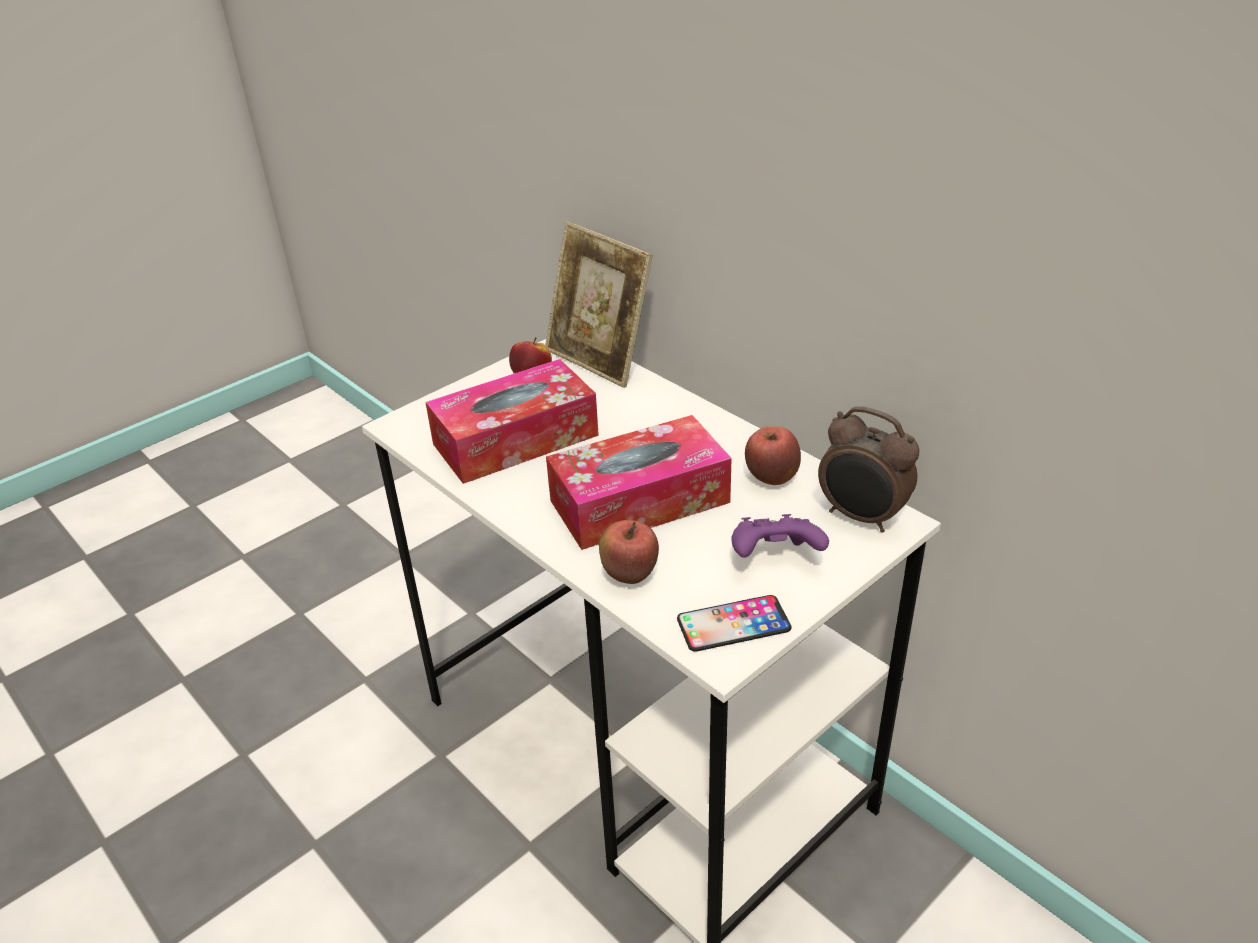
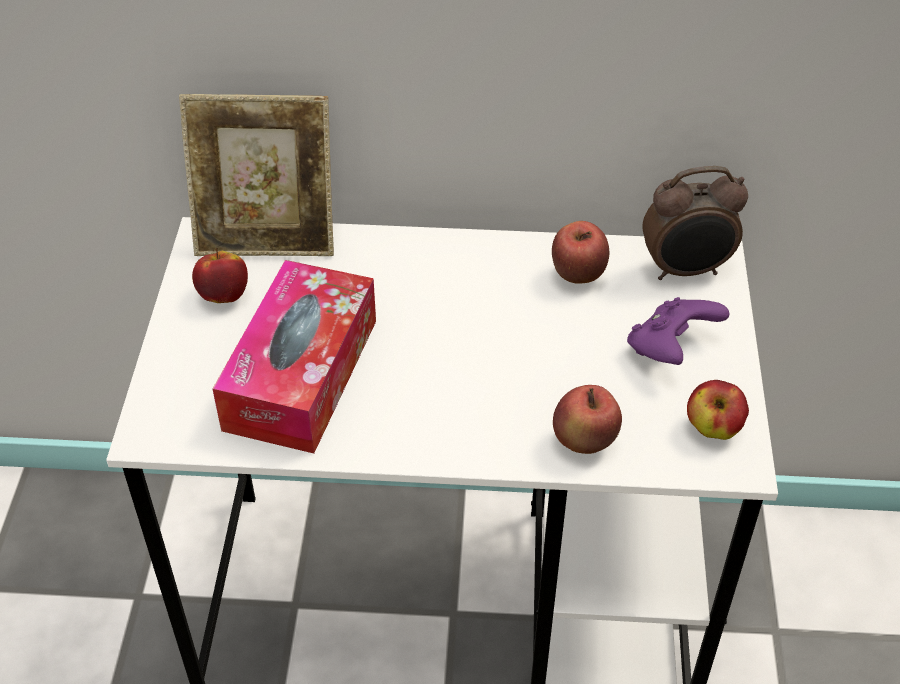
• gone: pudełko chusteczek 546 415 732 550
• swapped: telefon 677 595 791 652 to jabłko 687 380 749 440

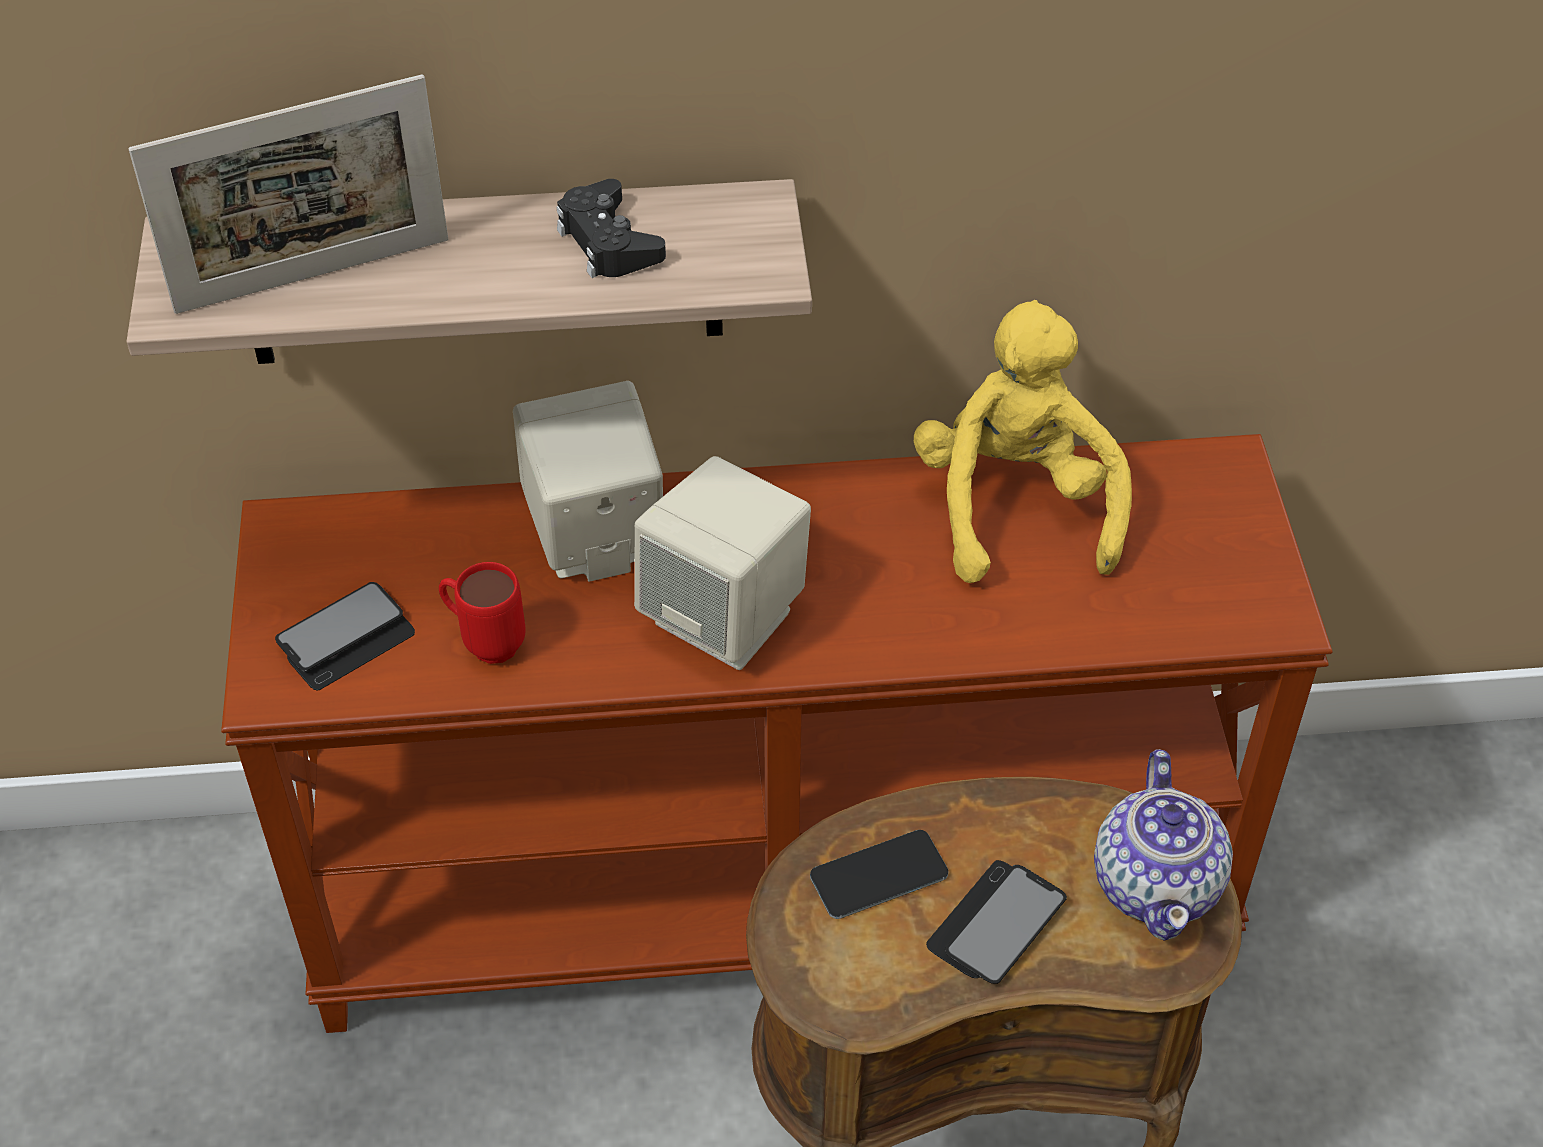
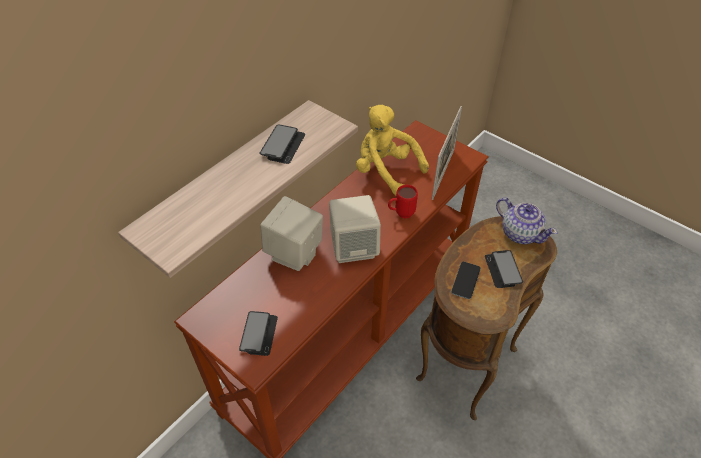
• shifted: ramka na zdjęcie 128 74 448 314 to 432 106 462 200
• swapped: pad do gier (czarny) 557 179 666 278 to telefon 259 125 305 164
• shifted: kubek (czerwony) 439 562 526 664 to 388 185 418 218

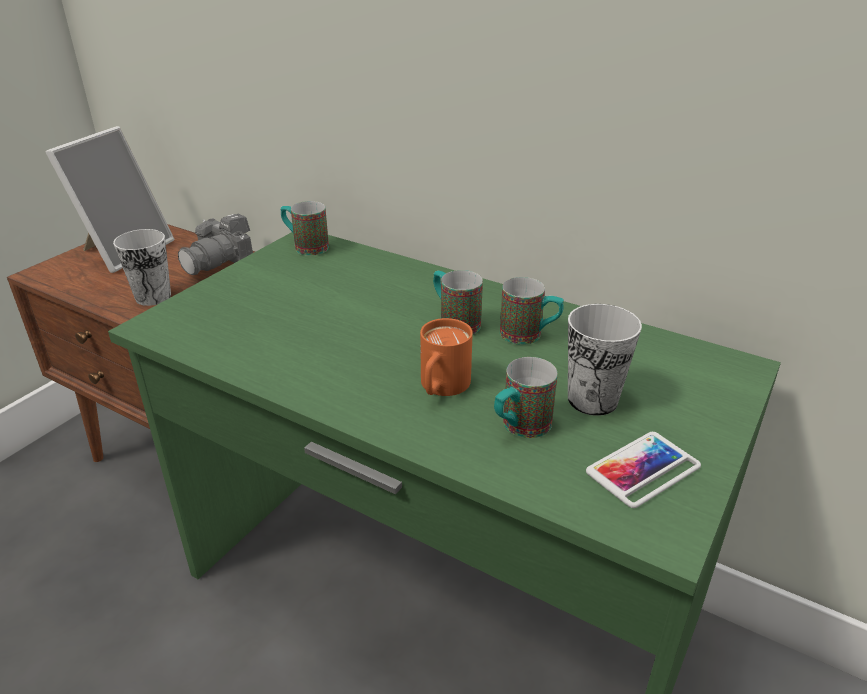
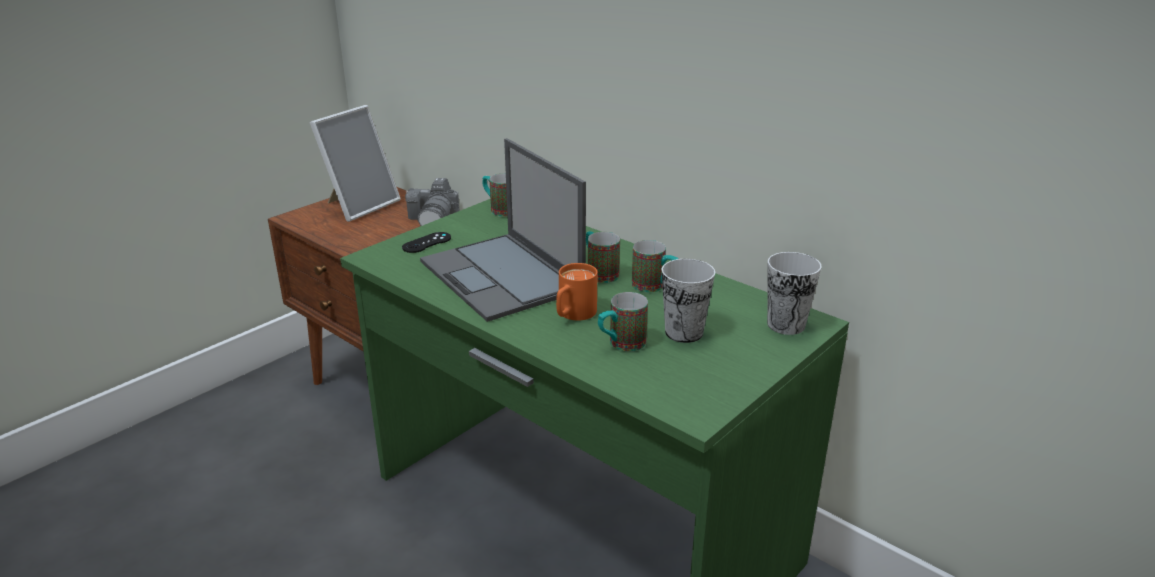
• rotated: aparat fotograficzny 178 214 253 275 = 405 178 460 226 45 degrees counterclockwise
• shifted: filiżanka 113 229 171 306 to 767 252 821 335
• gone: telefon 586 432 701 508
• new: laptop 420 138 586 322
• new: pad do gier (czarny) 402 232 451 253

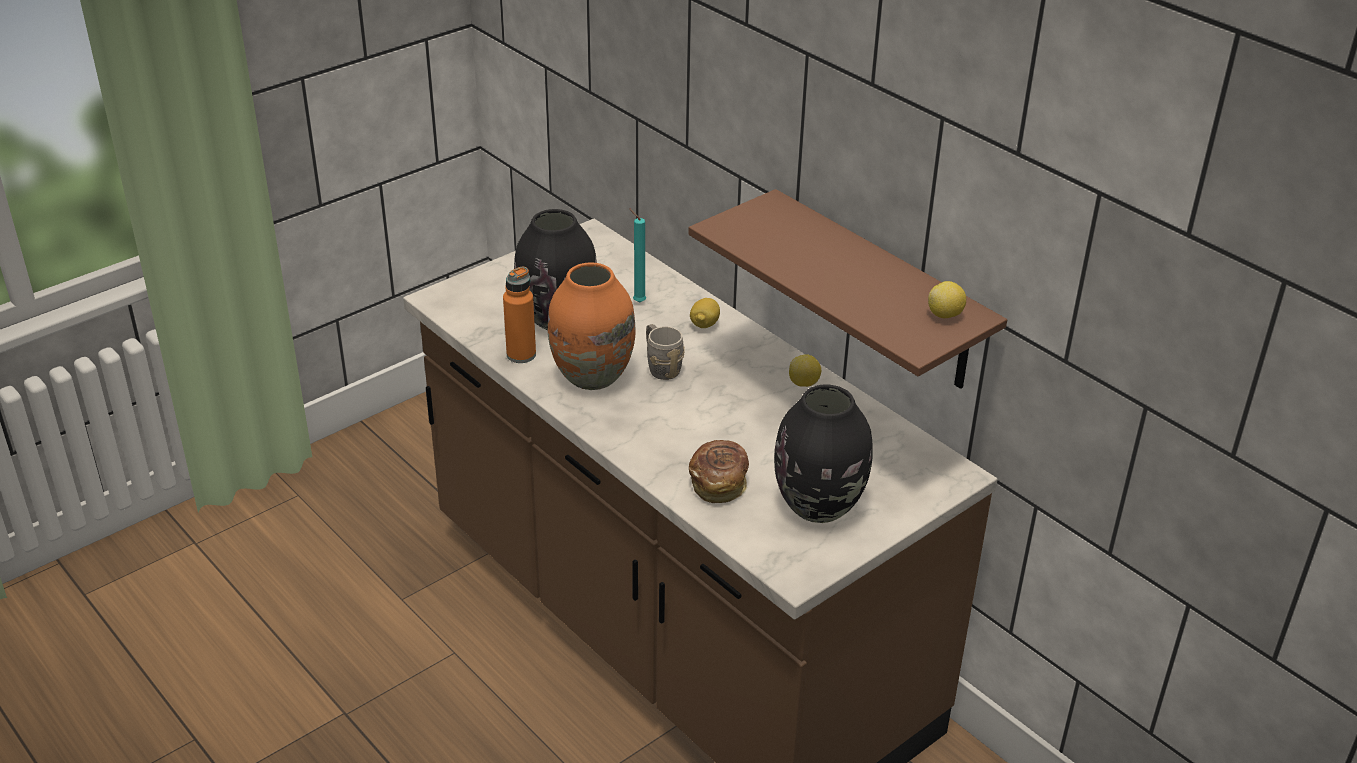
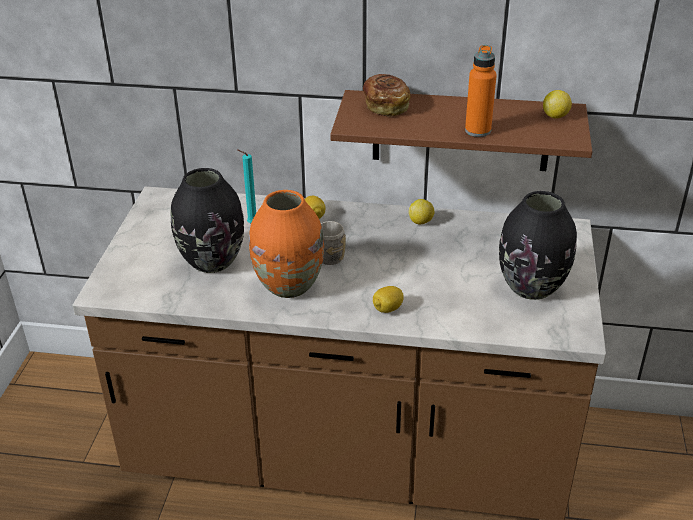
• shifted: butelka (pomarańczowy) 503 267 536 363 to 465 45 497 137
• shifted: chleb 689 440 749 503 to 363 74 411 116
• new: cytryna 373 286 404 313

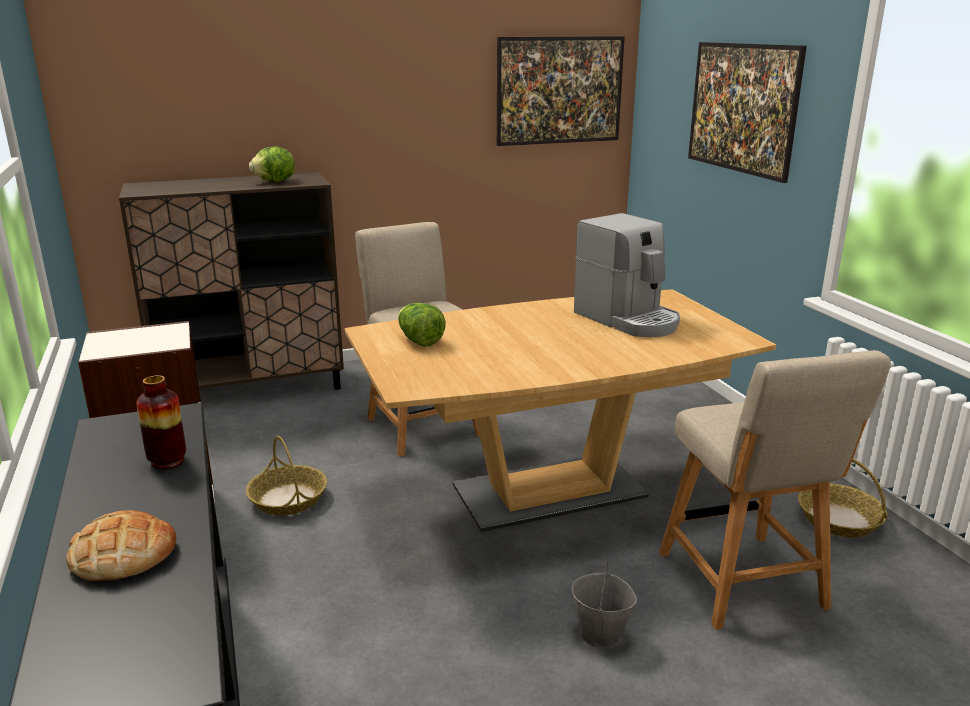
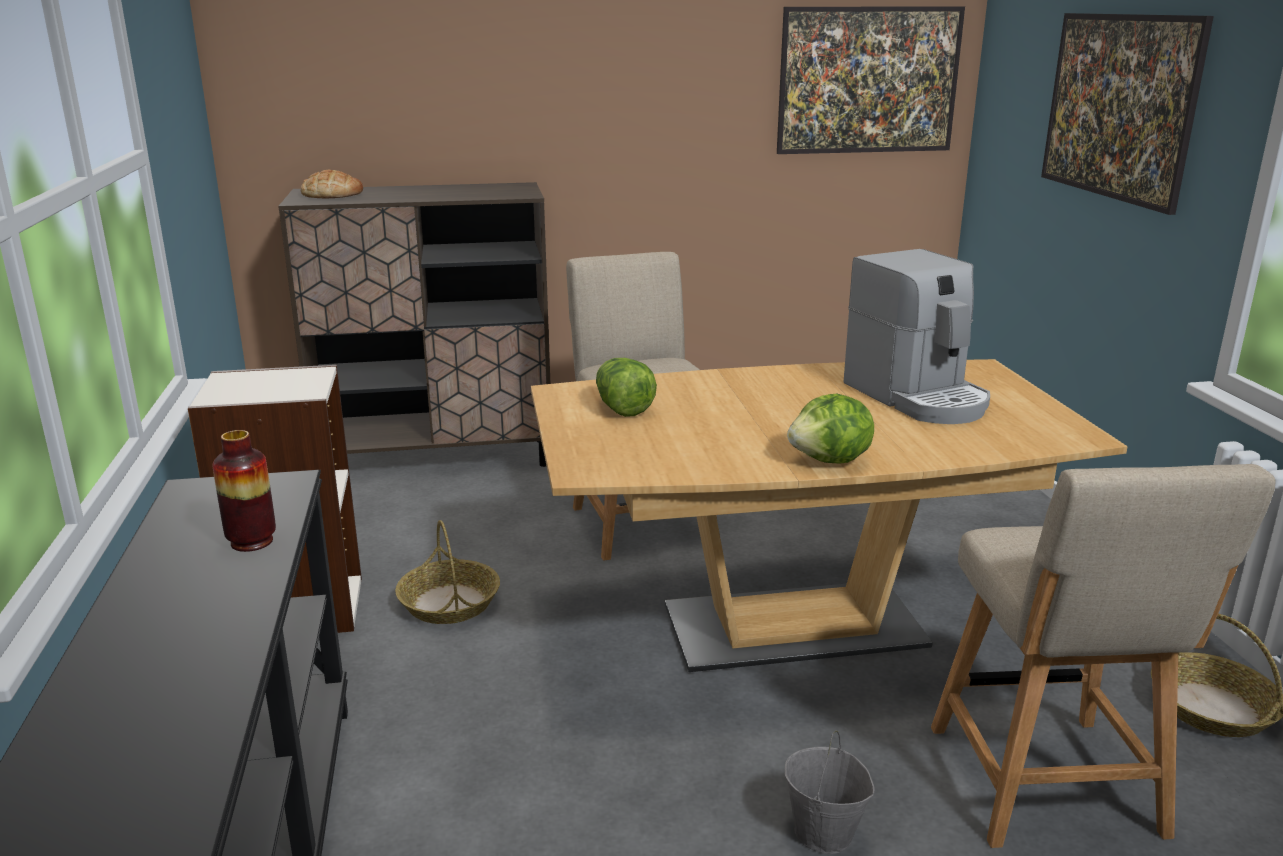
• shifted: sałata 249 147 295 182 to 787 394 874 464
• shifted: chleb 66 510 176 581 to 301 170 363 199

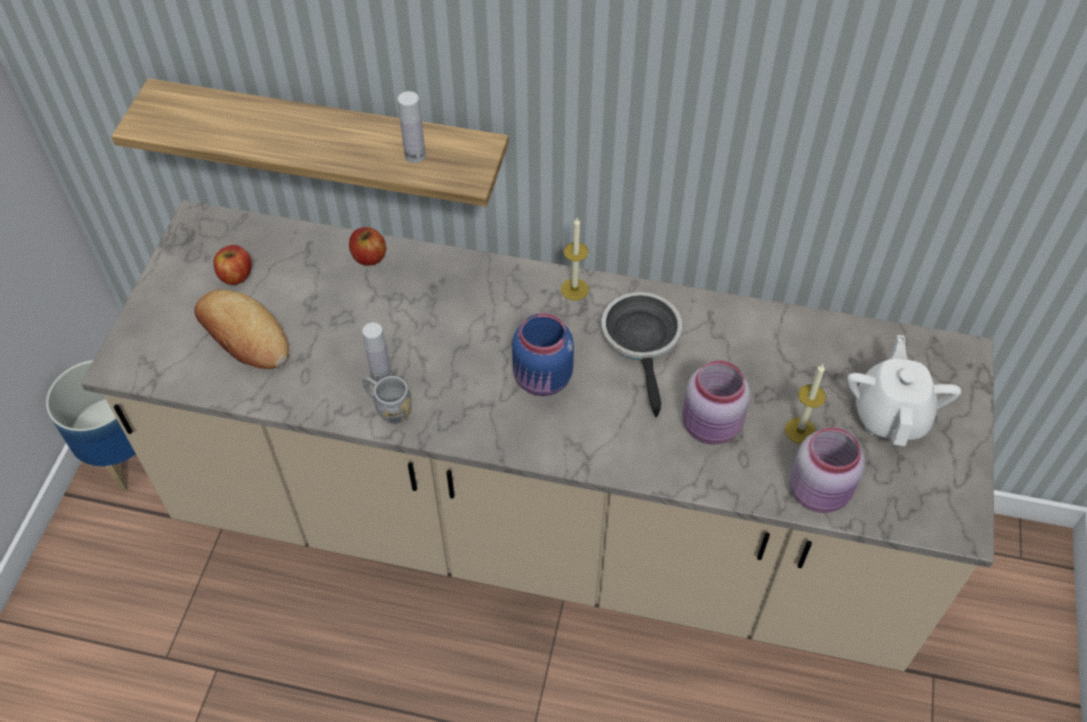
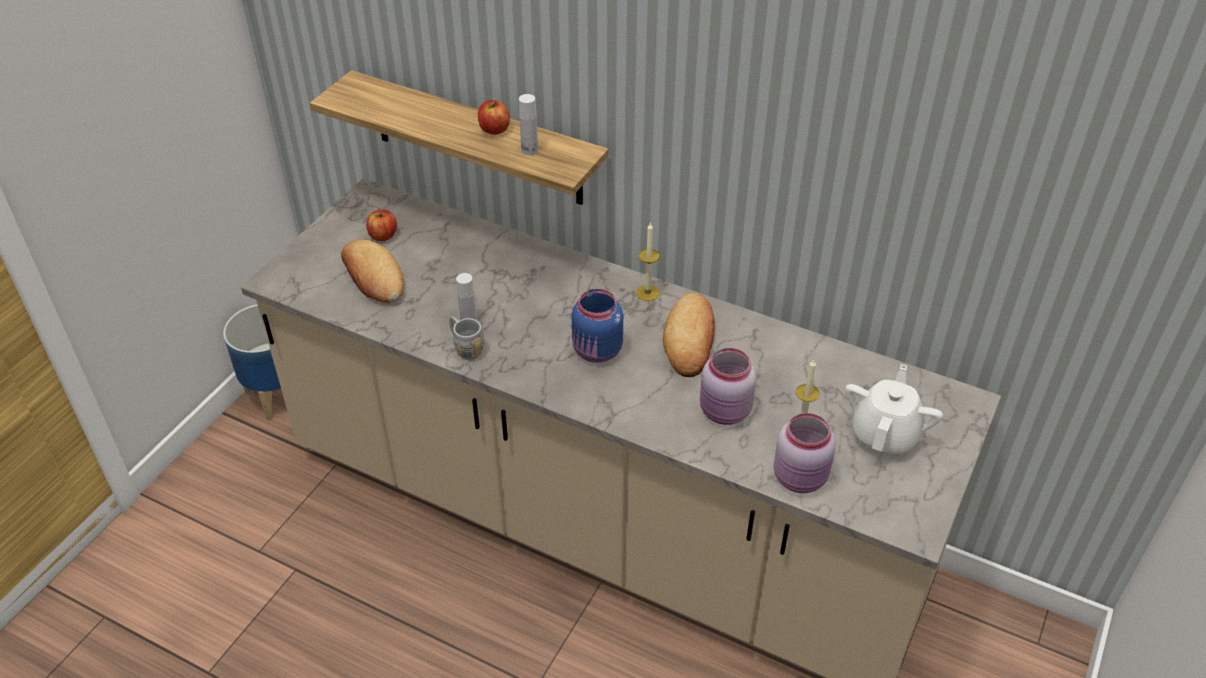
• shifted: jabłko 349 227 386 266 to 478 100 510 135
• swapped: patelnia 601 292 682 417 to chleb 663 293 715 377

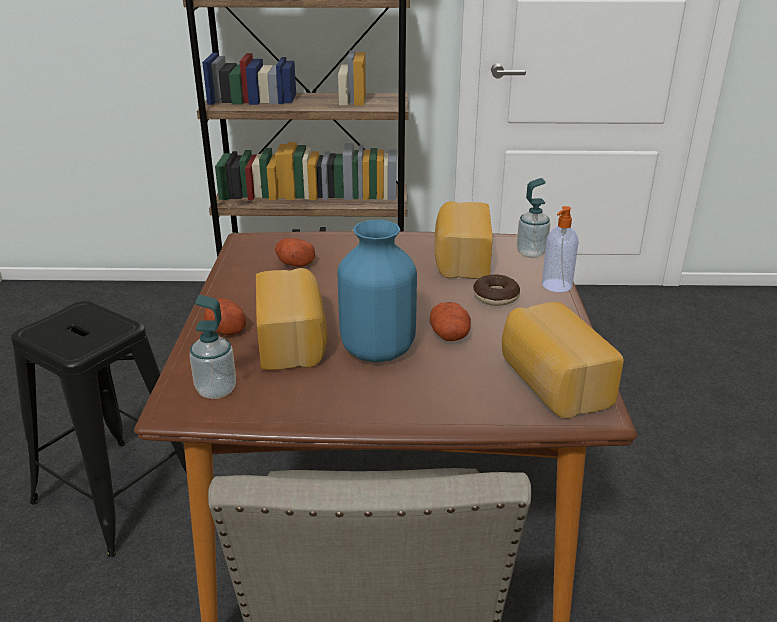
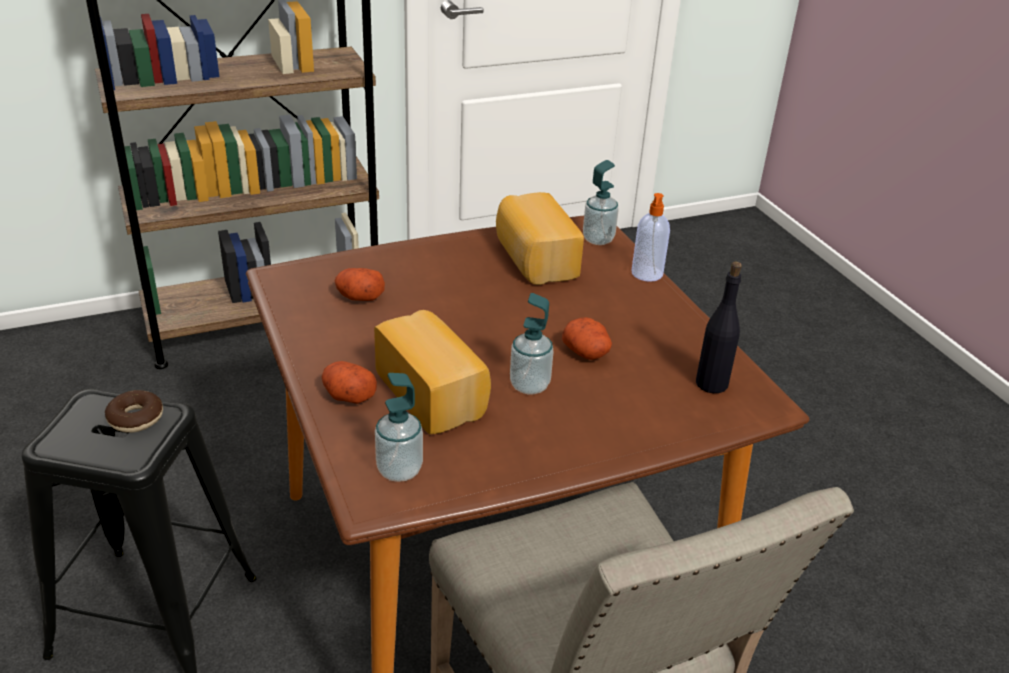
• swapped: wazon (niebieski) 338 220 417 362 to dozownik mydła 510 293 553 395
• shifted: donut 473 274 520 306 to 105 390 163 433
• swapped: chleb 502 302 624 419 to butelka (czarny) 696 261 742 393

